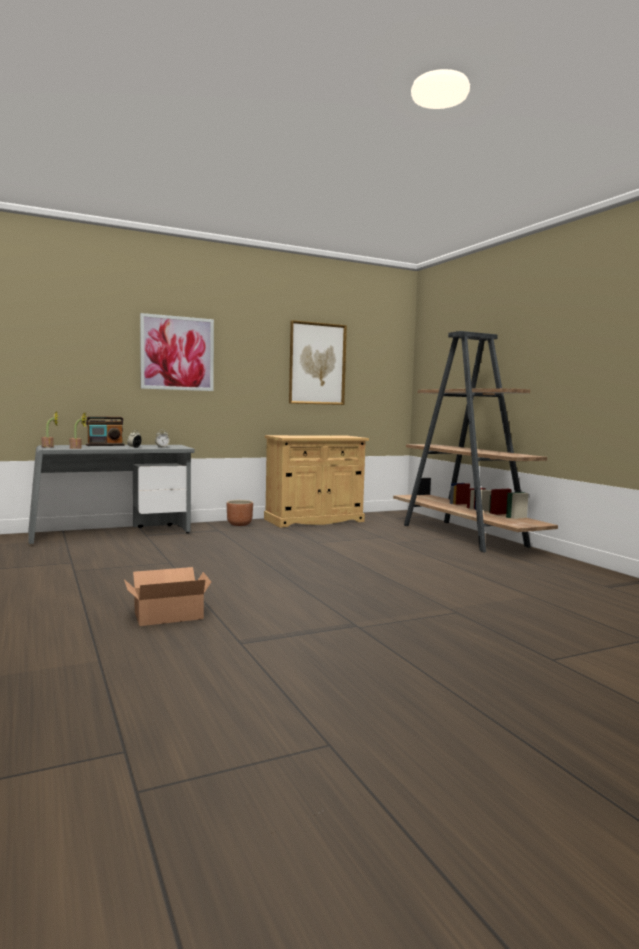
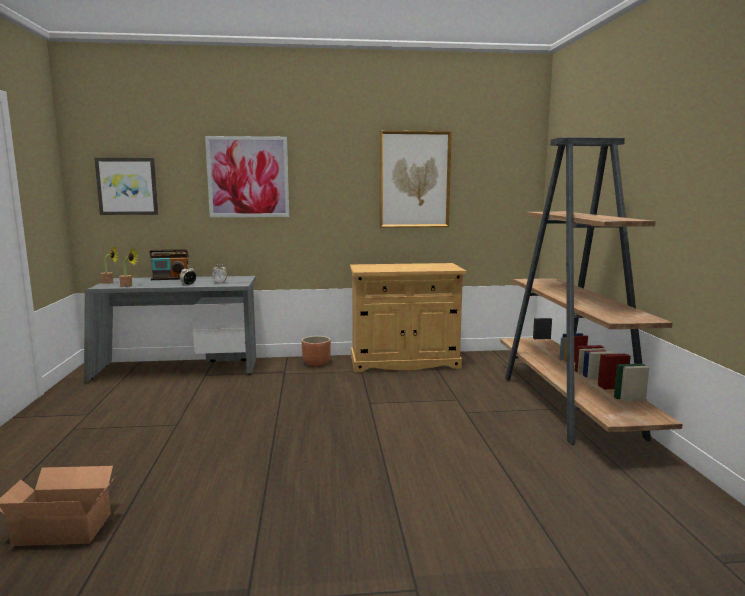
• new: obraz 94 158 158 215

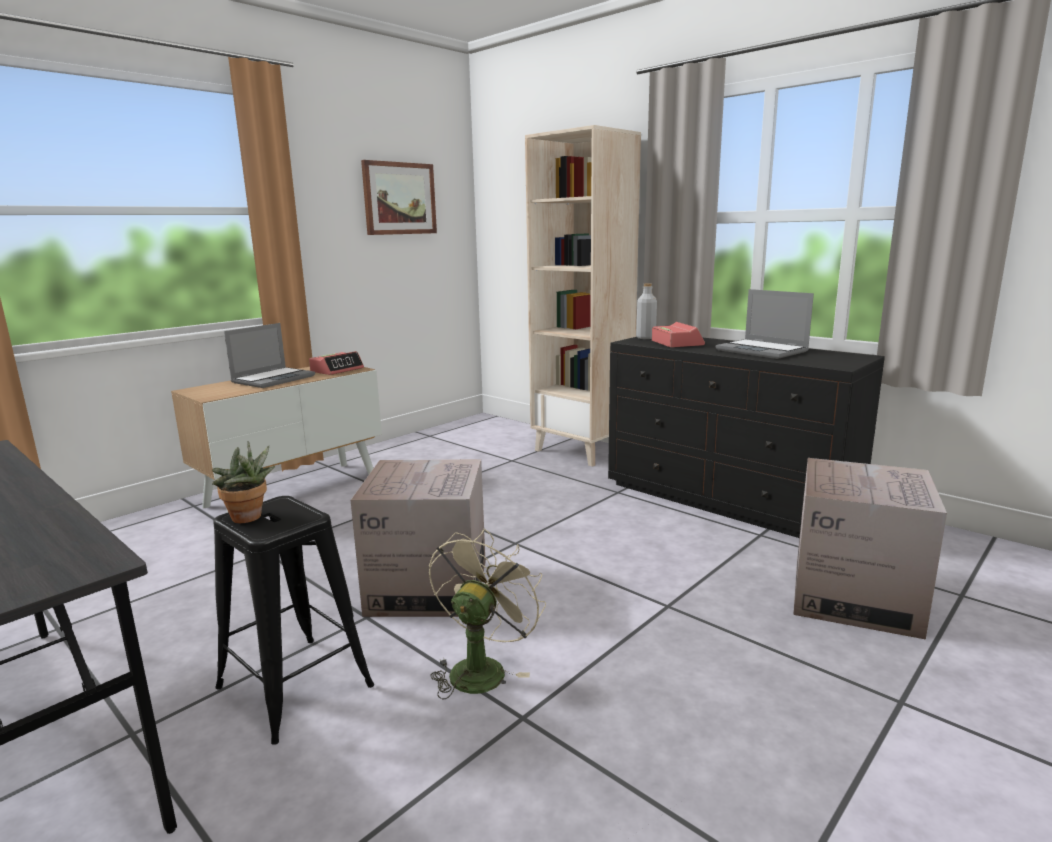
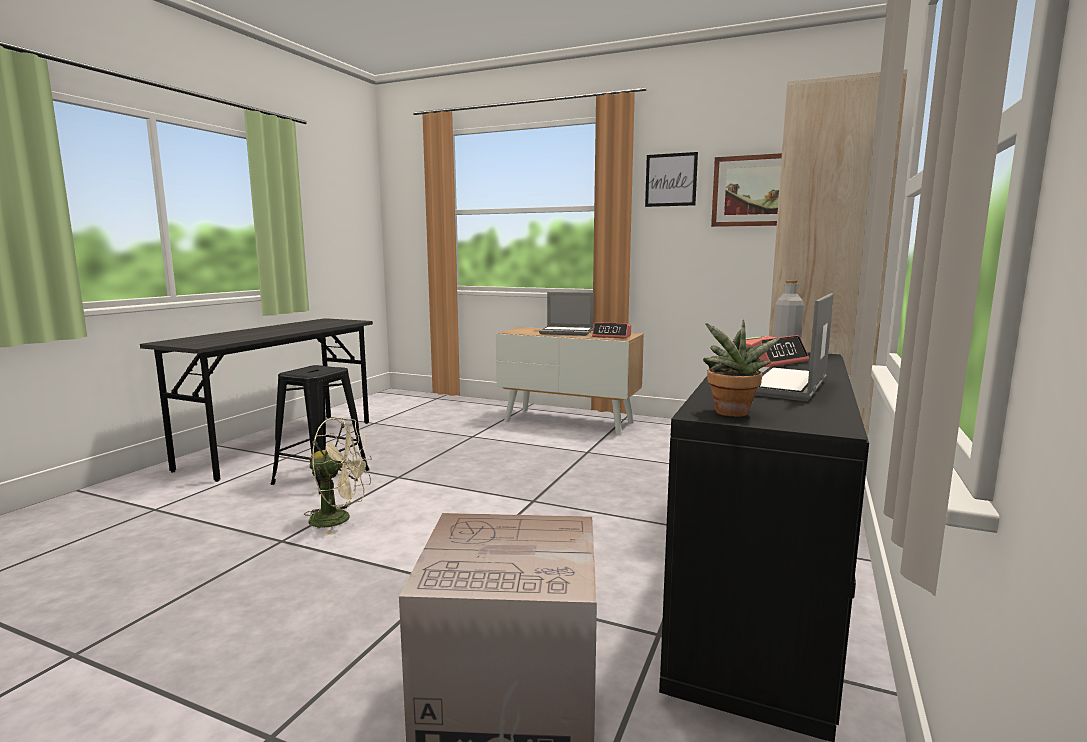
• shifted: roślina doniczkowa 212 441 275 523 to 703 320 780 417
• gone: karton 351 459 486 617
• new: obraz 645 152 698 207

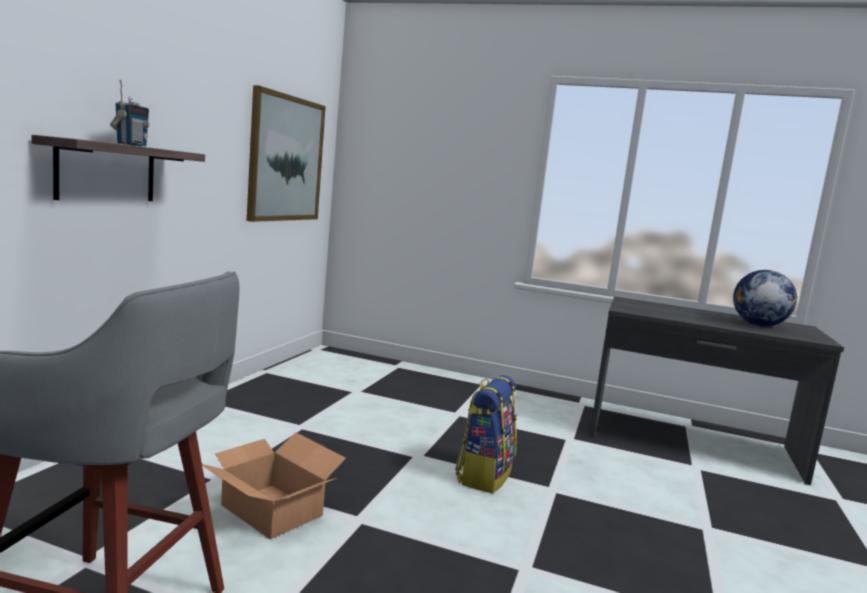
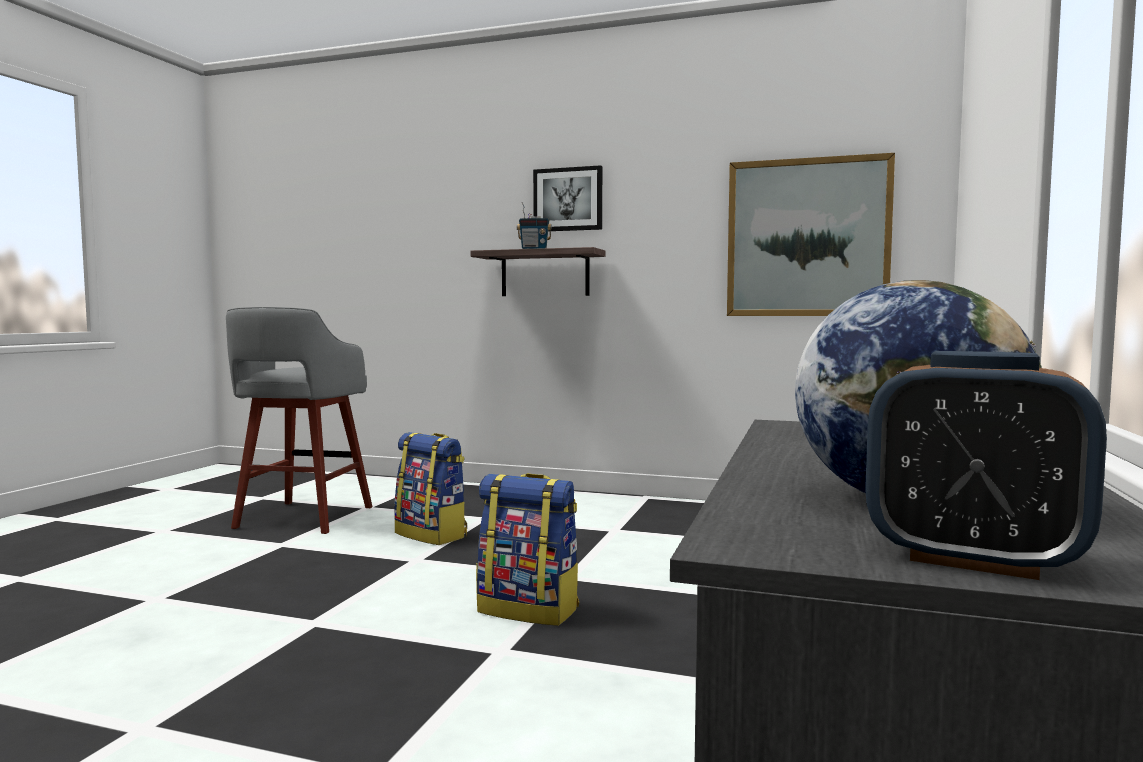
• swapped: karton 202 432 346 539 to plecak 394 432 467 545
• new: obraz 533 165 602 231
• new: budzik 865 351 1107 580

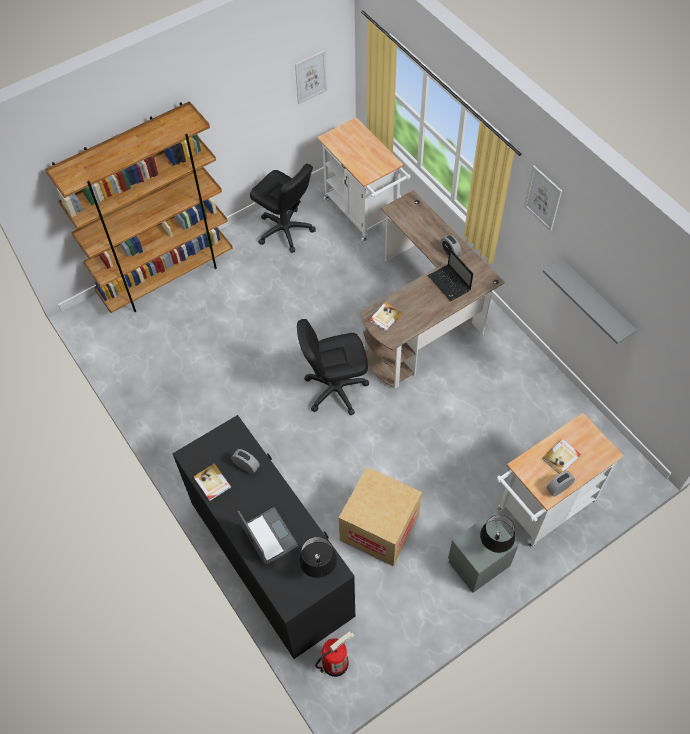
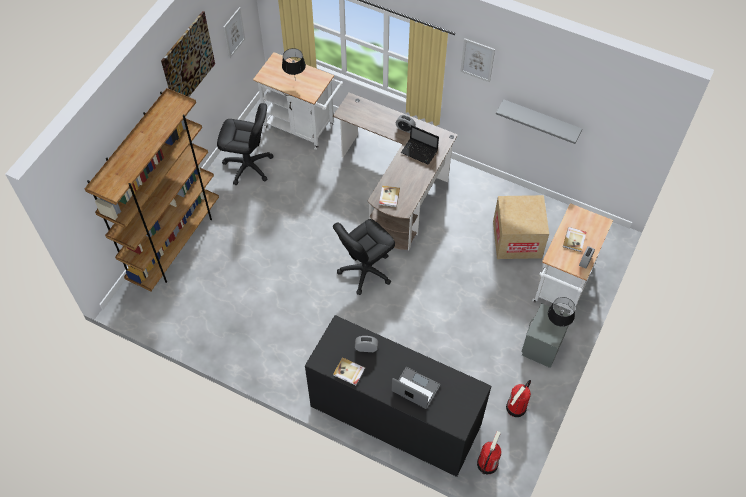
• shifted: karton 339 467 422 567 to 493 195 549 259
• shifted: lampa stołowa (czarny) 299 536 337 578 to 282 48 306 75
• new: obraz 161 11 215 97
• new: gaśnica 506 380 531 417

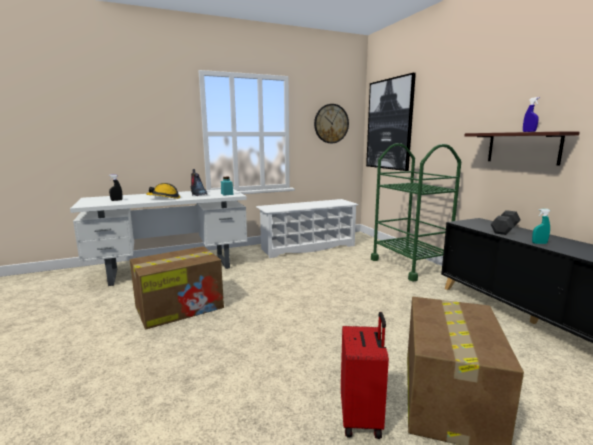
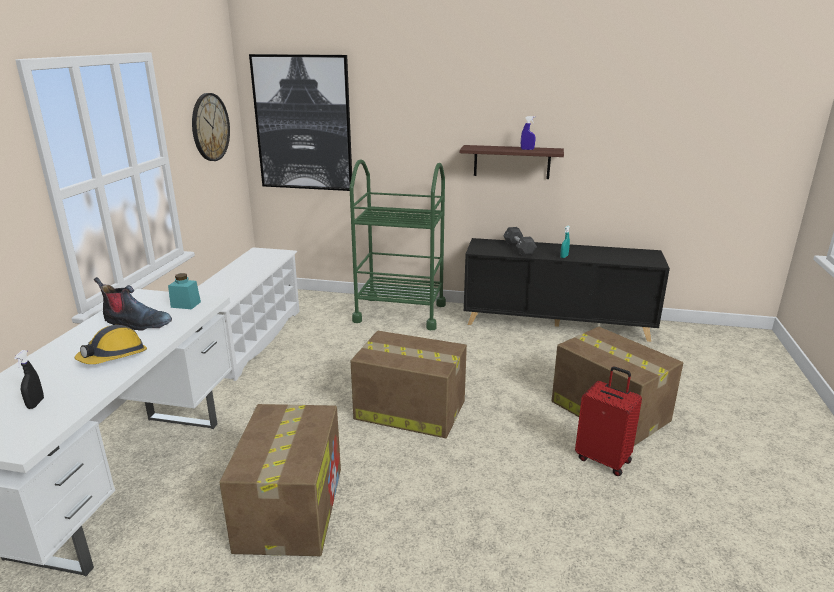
• new: karton 351 331 467 438

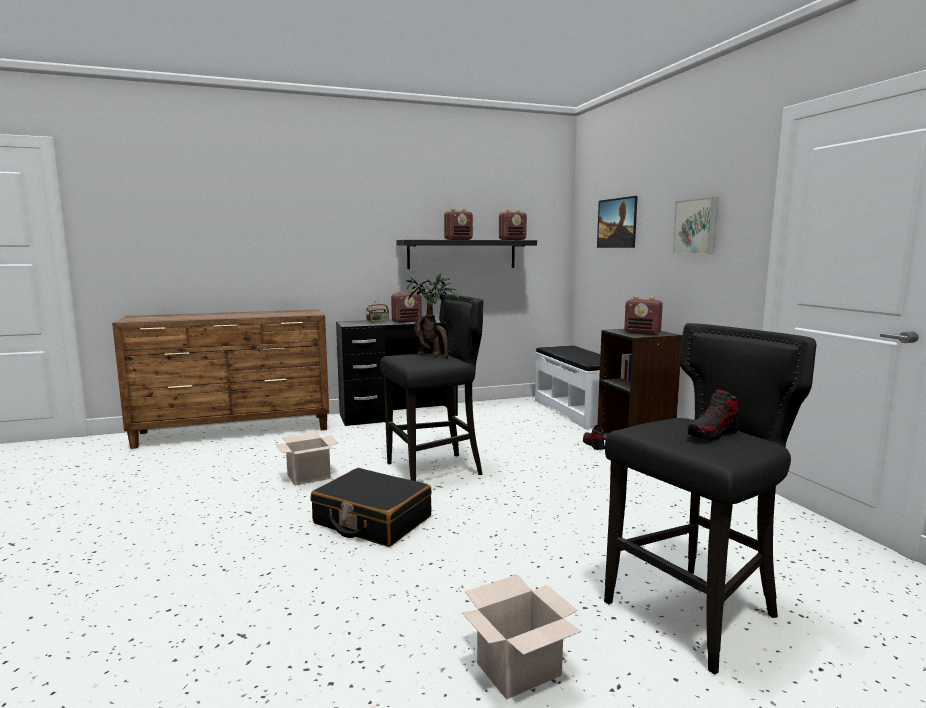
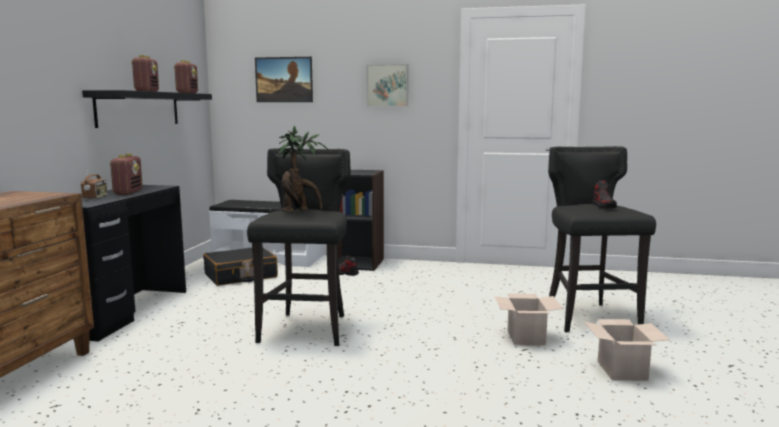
• gone: radio 624 297 663 335
• shifted: karton 276 433 338 486 to 494 294 563 346
• shifted: walizka (czarny) 310 468 432 547 to 203 247 278 286

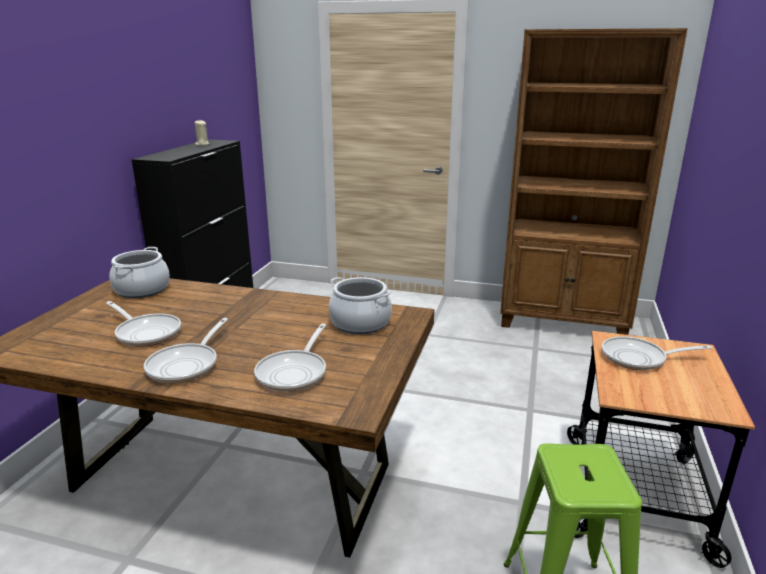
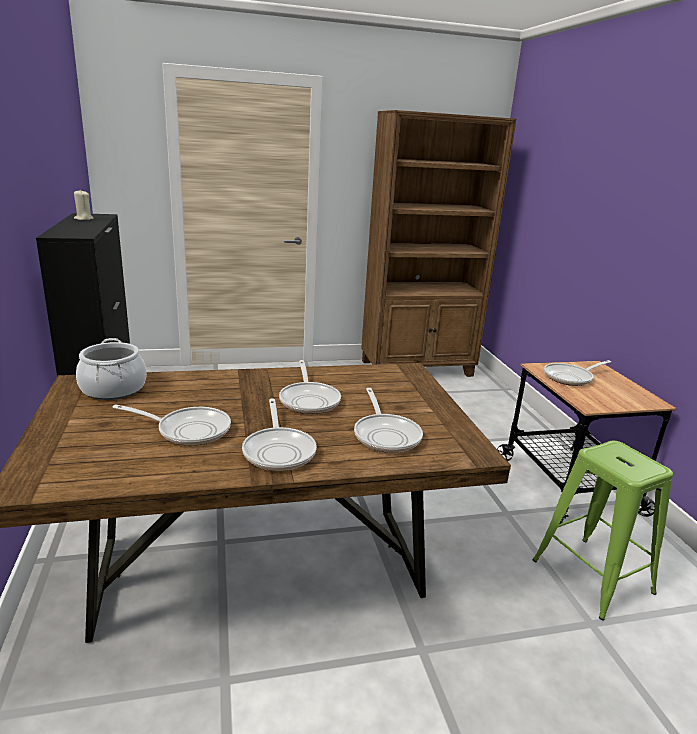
• gone: garnek 329 277 392 334
• new: patelnia 279 360 341 414

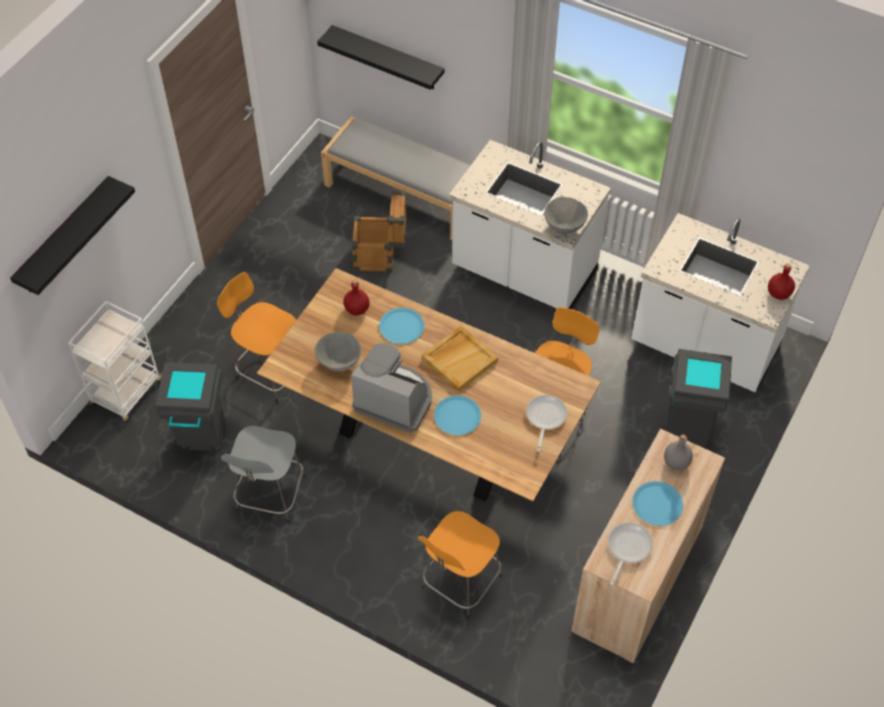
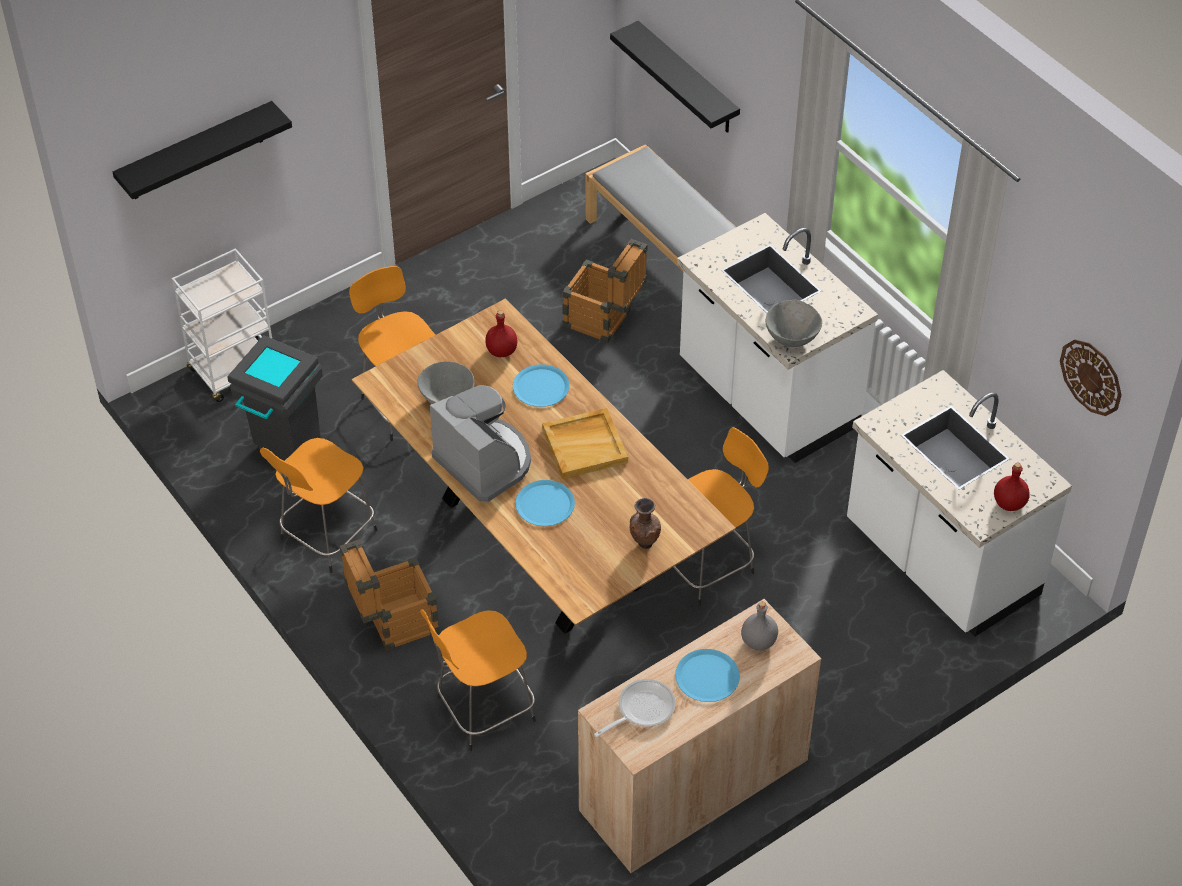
• gone: kosz na śmieci (szary) 665 349 732 449
• swapped: patelnia 526 395 567 451 to wazon (brązowy) 630 498 661 549
• repainted: stołek (szary) 221 426 306 524 to stołek (pomarańczowy) 260 438 378 573
• new: zegar ścienny 1060 339 1122 416
• new: skrzynka 340 540 439 651

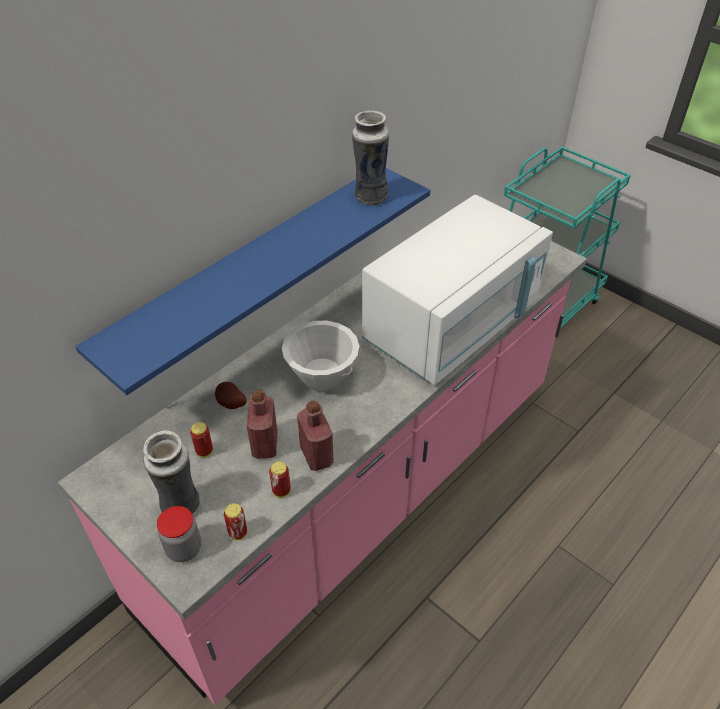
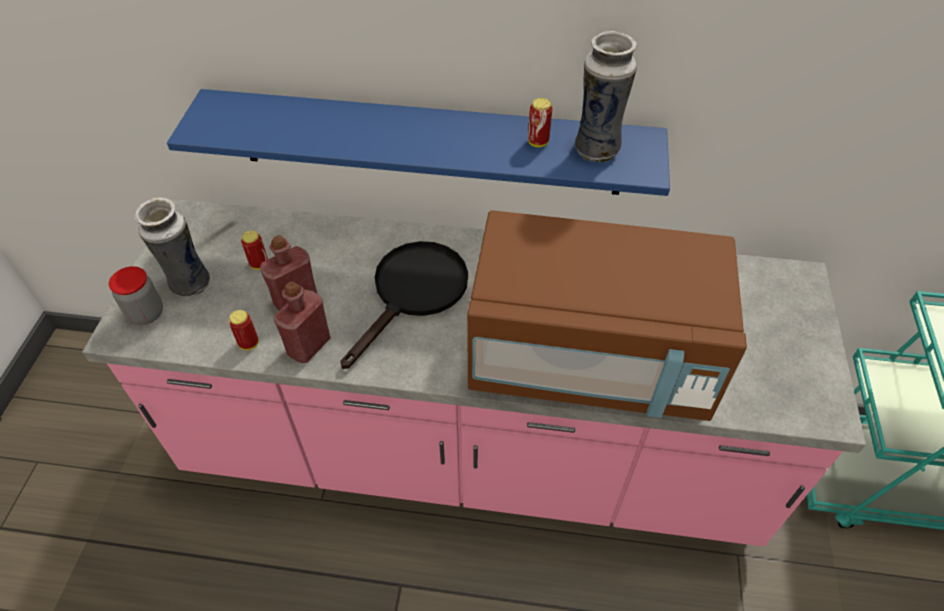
• repainted: mikrofalówka (biały) 362 195 553 385 to mikrofalówka (brązowy) 467 210 747 421
• swapped: miska (biały) 282 321 359 391 to patelnia (czarny) 340 241 468 369
• gone: ziemniak 215 382 247 409
• shifted: puszka 224 503 247 540 to 528 98 552 147

